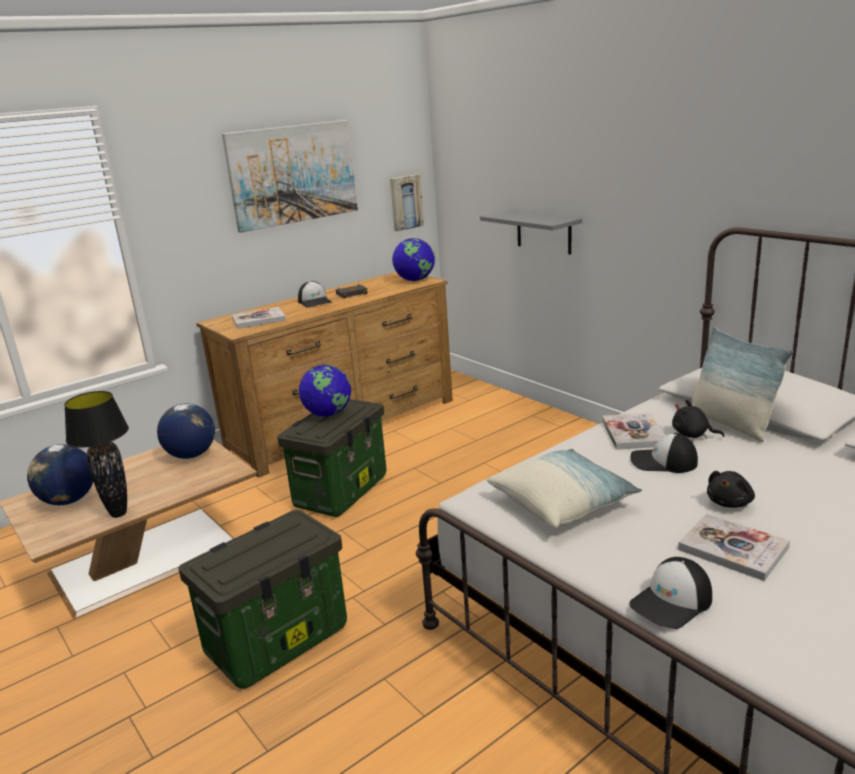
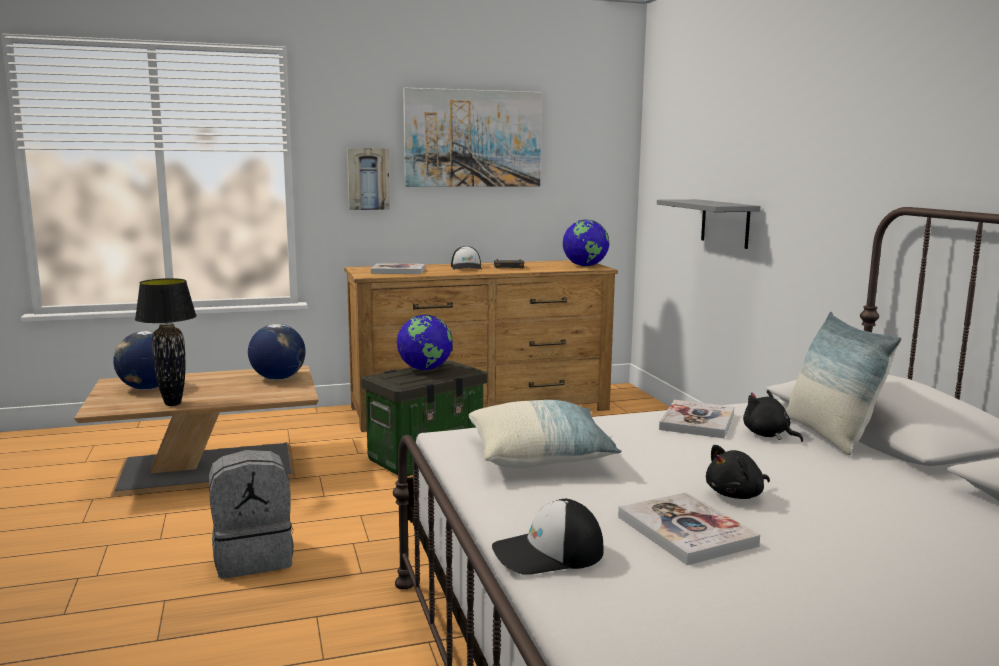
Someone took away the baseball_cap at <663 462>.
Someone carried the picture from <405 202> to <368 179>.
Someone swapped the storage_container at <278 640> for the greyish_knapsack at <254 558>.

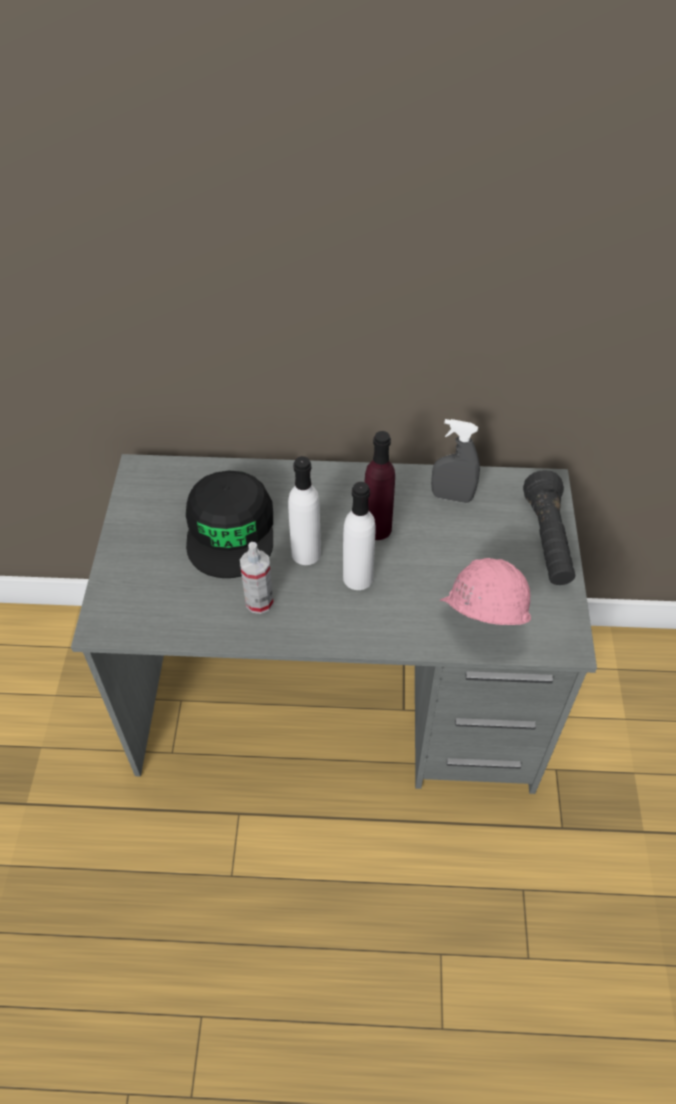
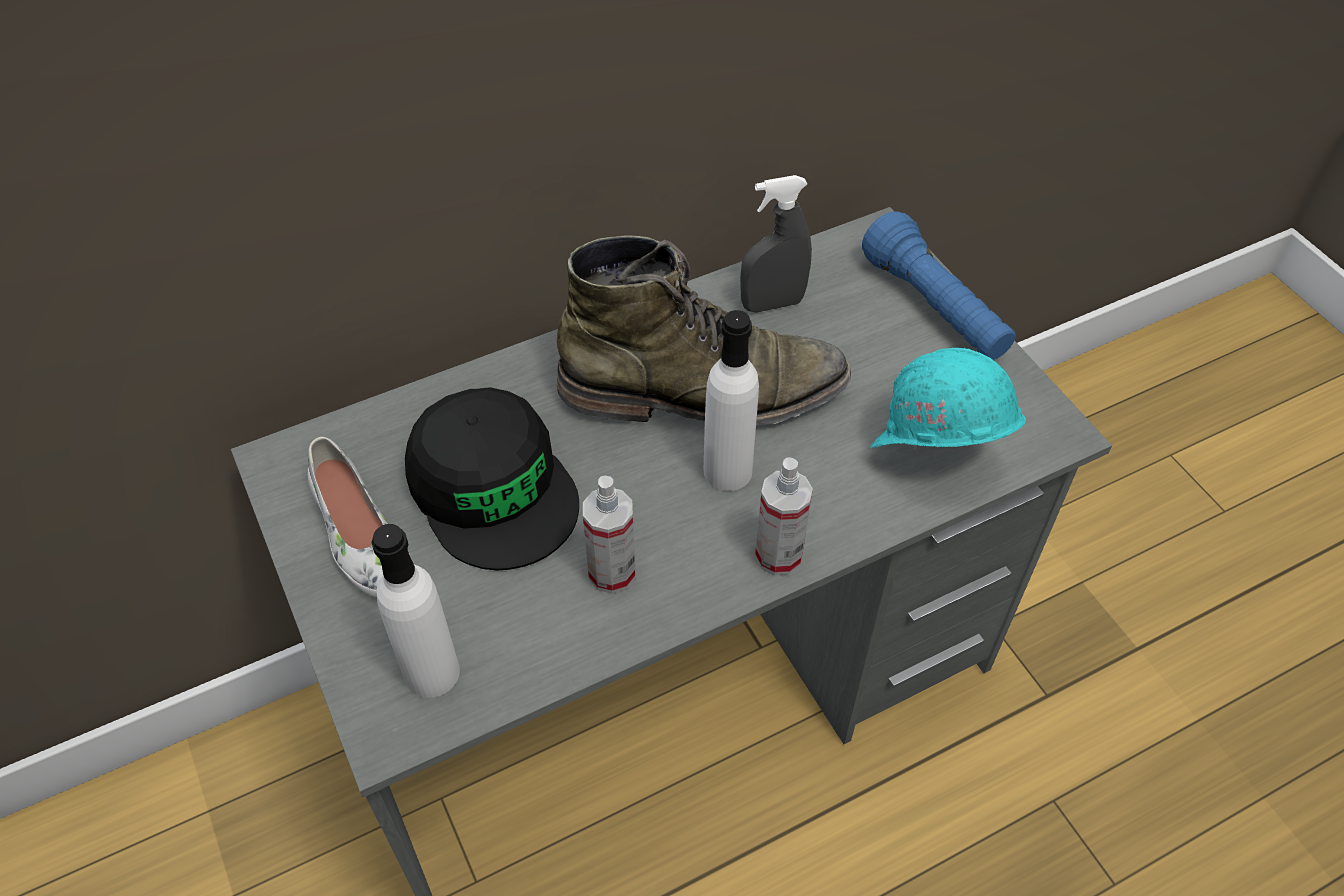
Someone put down the white-coloured_item_of_footwear at <360 537>.
Someone put down the sprayer at <778 555>.
Someone carried the white-coloured_drink_bottle from <306 553> to <432 672>.
Someone swapped the purple-coloured_drink_bottle at <377 528> for the green_boot at <704 391>.
Someone repainted the pinkish_hard_hat at <479 626>, which became the turquoise-coloured_hard_hat at <934 460>.
Someone repainted the blackish_hand_torch at <548 540>, which became the blue_hand_torch at <934 308>.

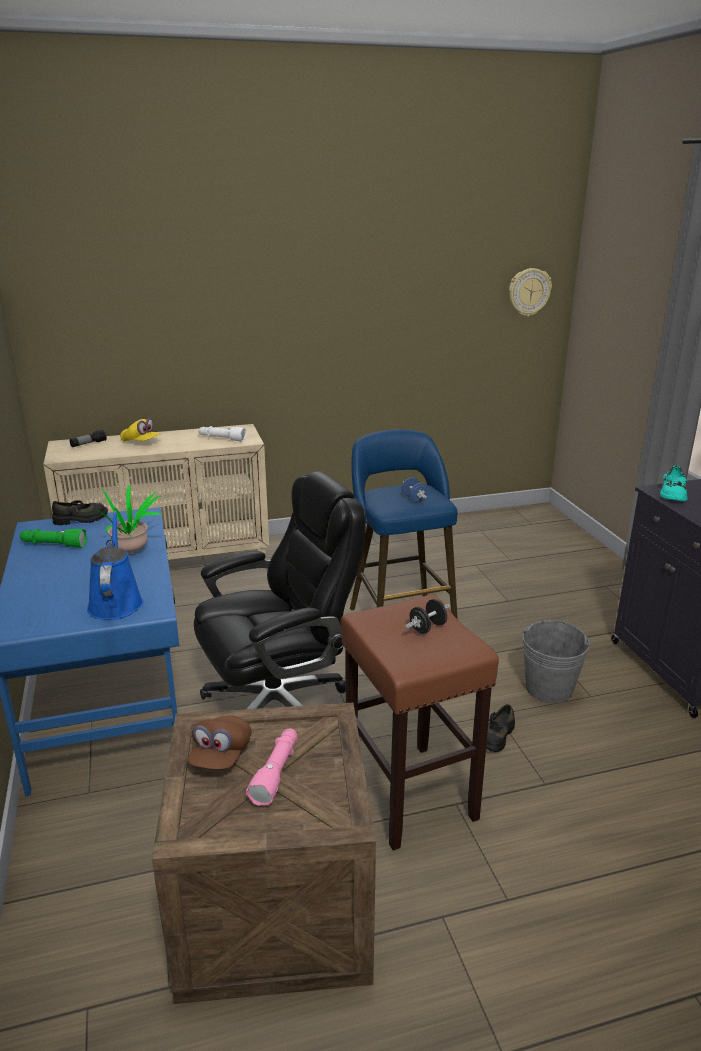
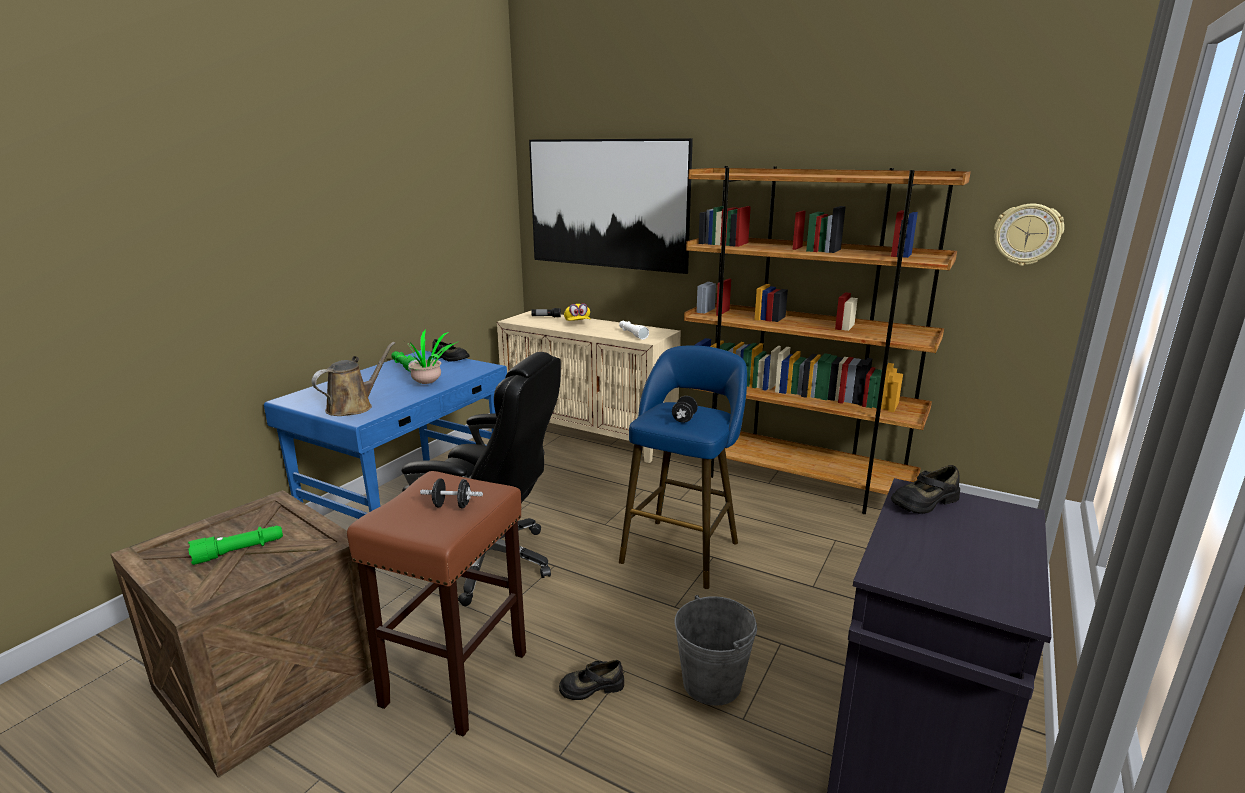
Someone took away the brown_baseball_cap at <221 755>.
Someone put up the picture at <607 204>.
Someone put down the brown_shelving_unit at <793 481>.
Someone repainted the blue_watering_can at <116 602>, which became the brown_watering_can at <353 407>.
Someone repainted the pinkish_hand_torch at <276 772>, which became the green_hand_torch at <239 551>.
Someone repainted the blue_hand_weight at <414 498>, which became the blackish_hand_weight at <684 419>.
Someone repainted the turquoise-coloured_item_of_footwear at <672 494>, which became the blackish_item_of_footwear at <923 502>.

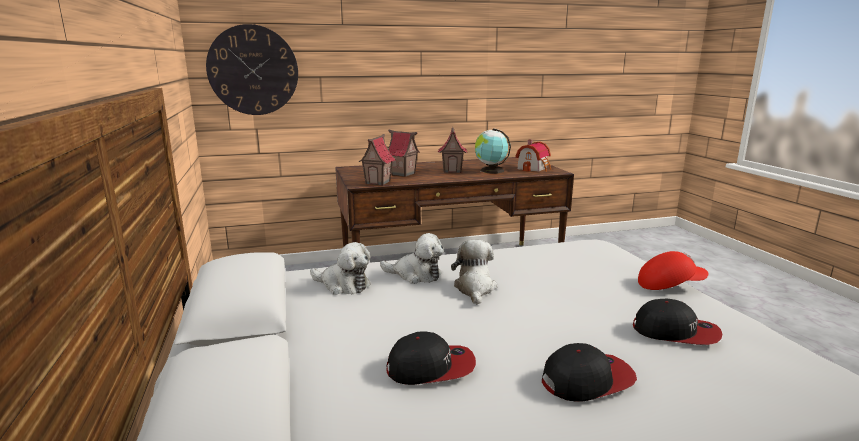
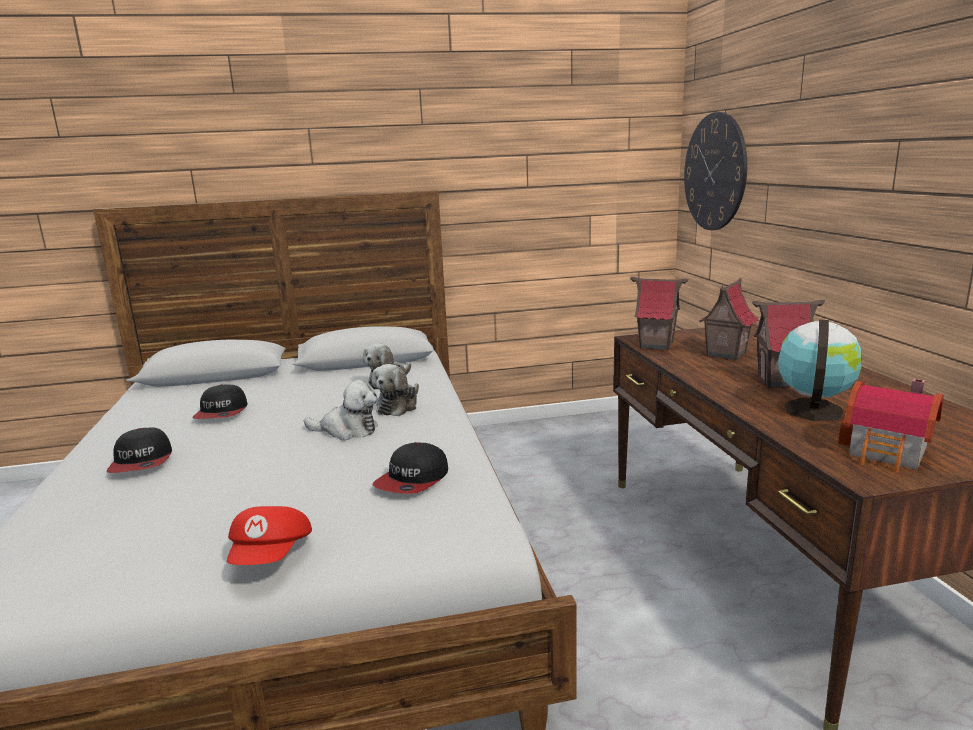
Someone carried the baseball_cap from <675 332> to <413 480>.

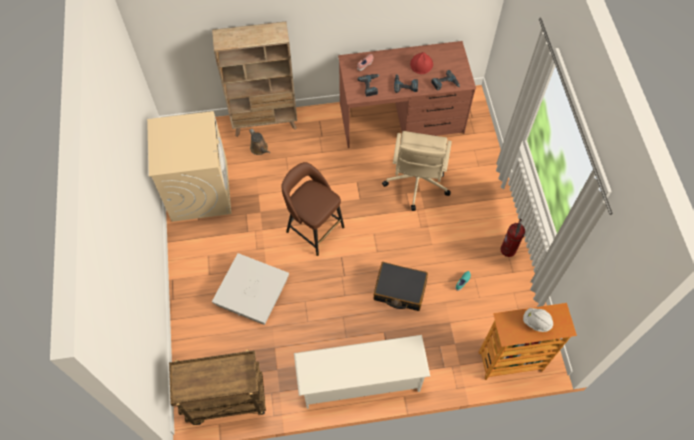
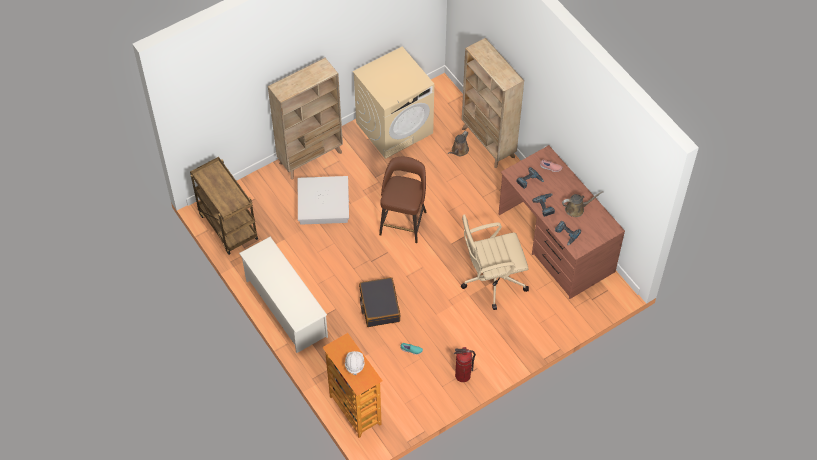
Someone put down the sand-coloured_shelving_unit at <311 157>.
Someone swapped the reddish_hard_hat at <421 64> for the brown_watering_can at <576 209>.

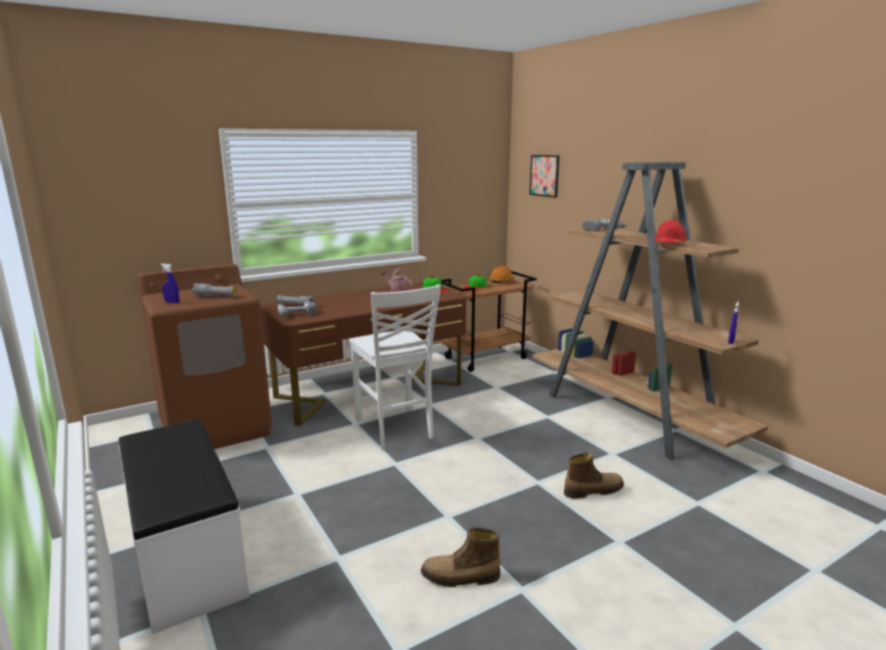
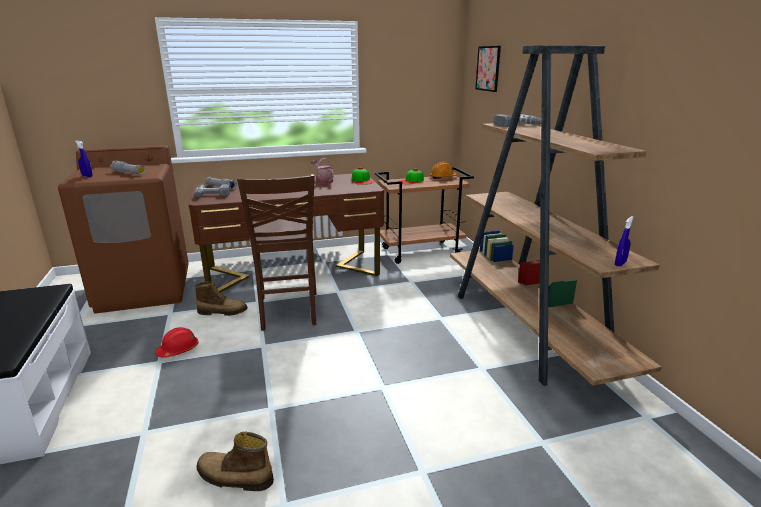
Someone carried the boot from <592 490> to <223 312>.
Someone carried the reddish_hard_hat from <669 243> to <178 350>.
Someone repainted the white-coloured_plain_chair at <395 429>, which became the brown_plain_chair at <288 312>.

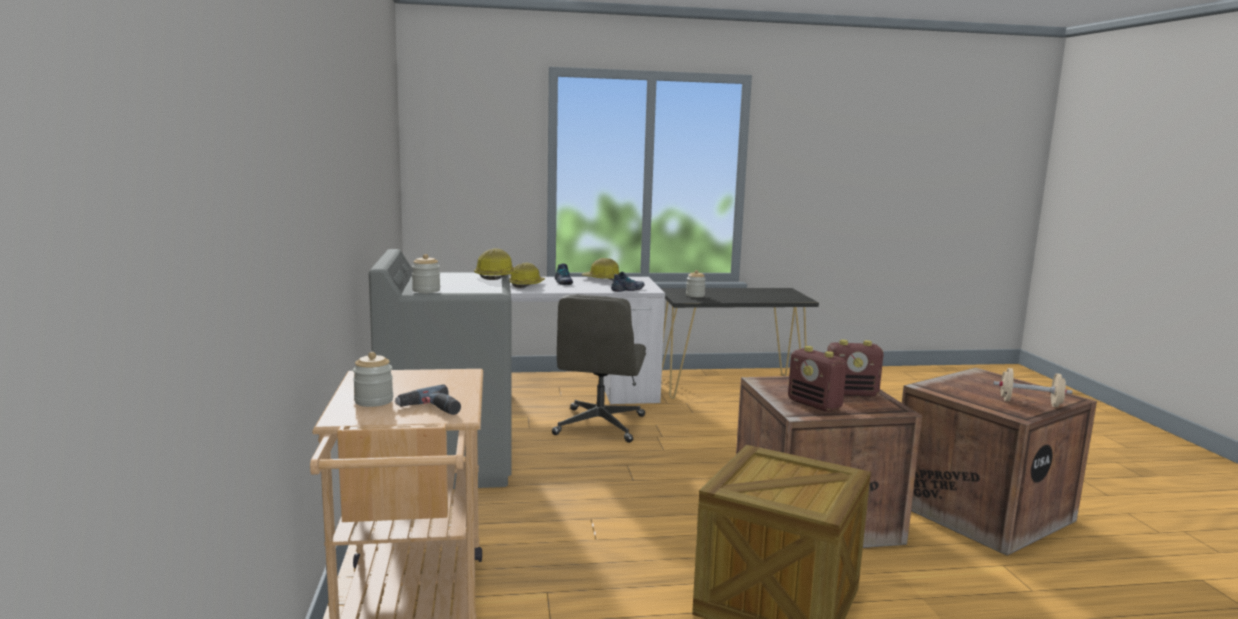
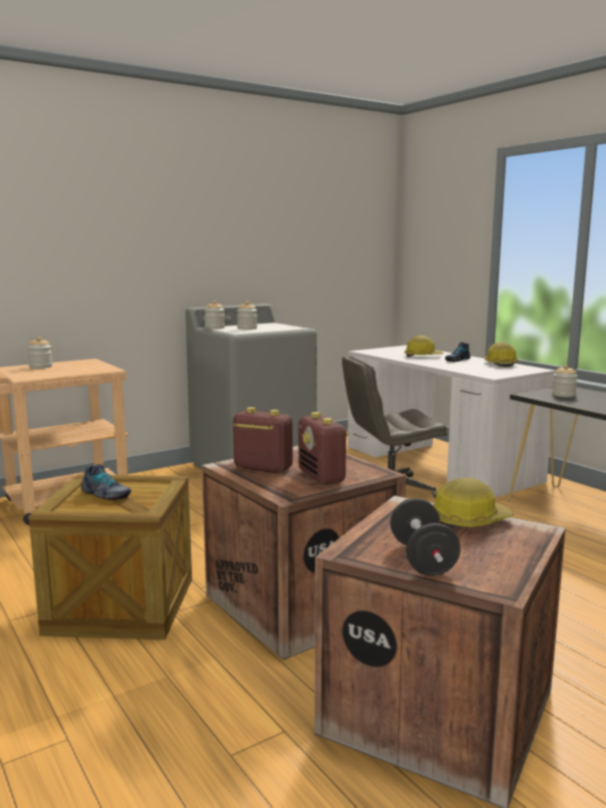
Someone took away the drill at <430 409>.
Someone put down the storage_jar at <247 328>.
Someone carried the hard_hat from <495 276> to <469 520>.
Someone carried the item_of_footwear from <628 289> to <105 494>.
Someone repainted the sand-coloured_hand_weight at <1029 403>, which became the blackish_hand_weight at <422 559>.
Someone rotated the radio_receiver at <815 404> by 90 degrees clockwise.

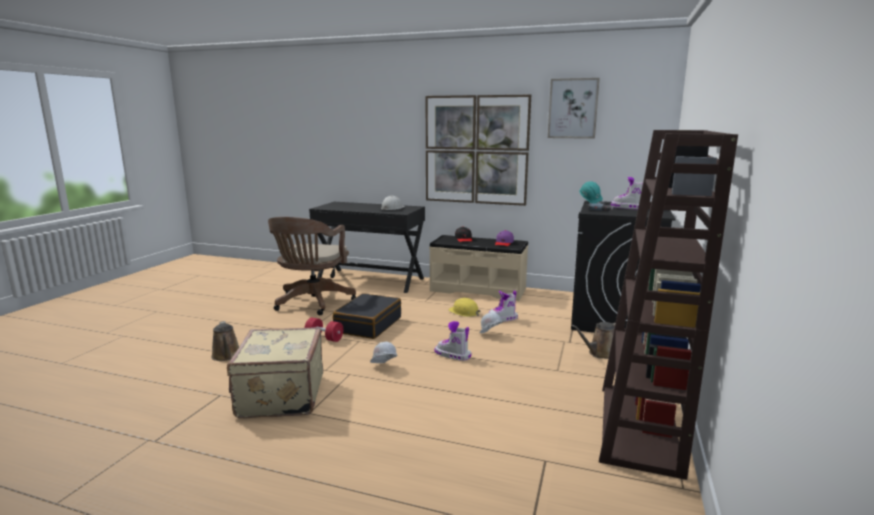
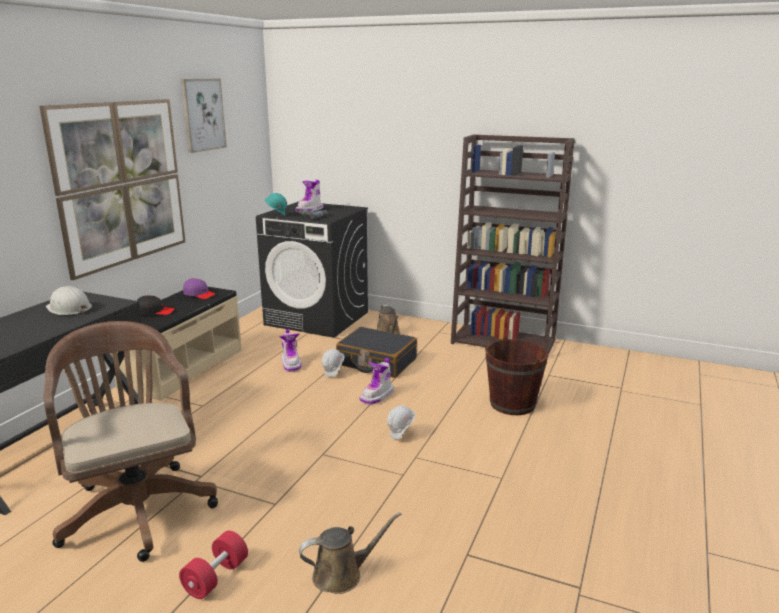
Someone took away the sand-coloured_travel_case at <279 396>.
Someone took away the yellowish_hard_hat at <464 312>.
Someone put down the brown_bucket at <512 404>.
Someone carried the reddish_hand_weight from <324 338> to <216 577>.
Someone carried the blackish_travel_case from <368 325> to <376 362>.
Someone rotated the brown_desk_chair at <312 303> by 135 degrees counterclockwise.

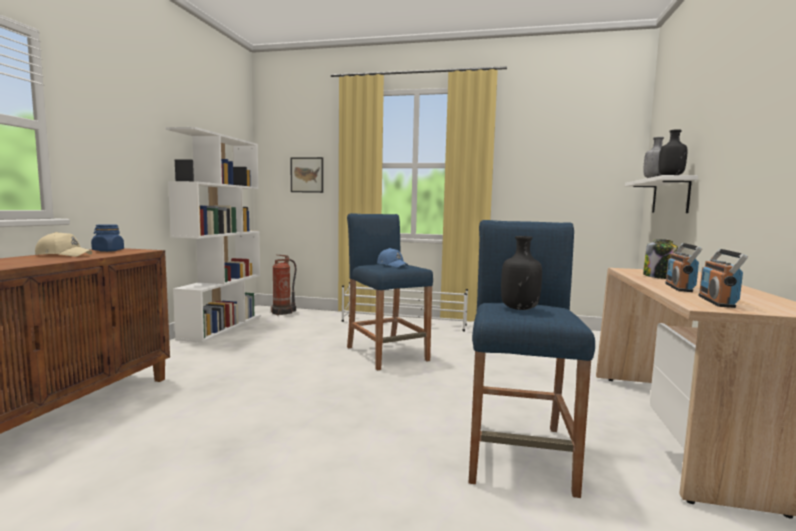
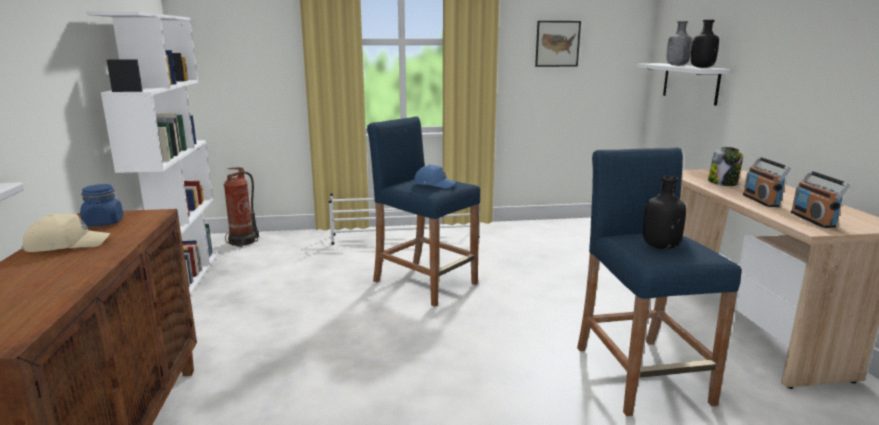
Someone carried the picture from <307 175> to <557 43>.

